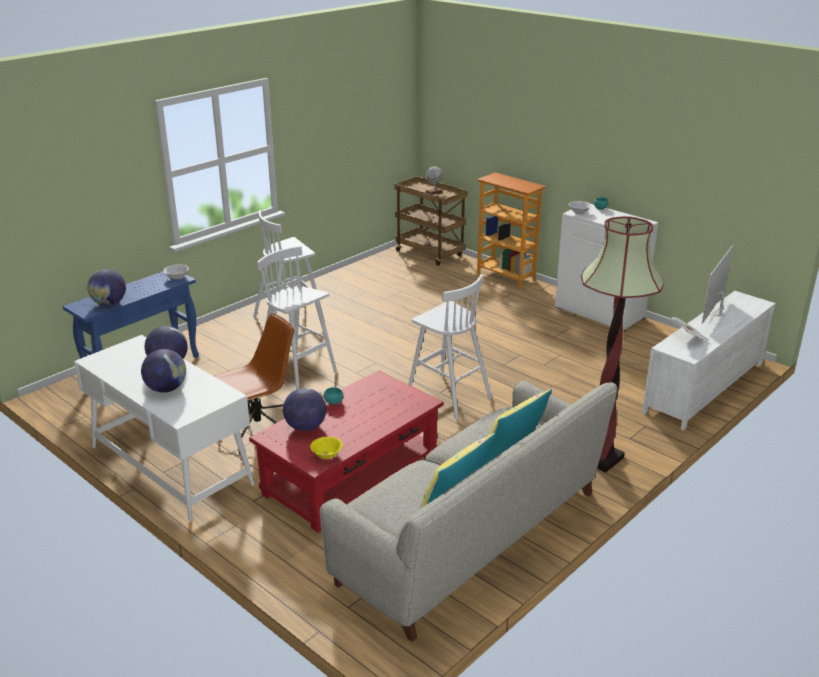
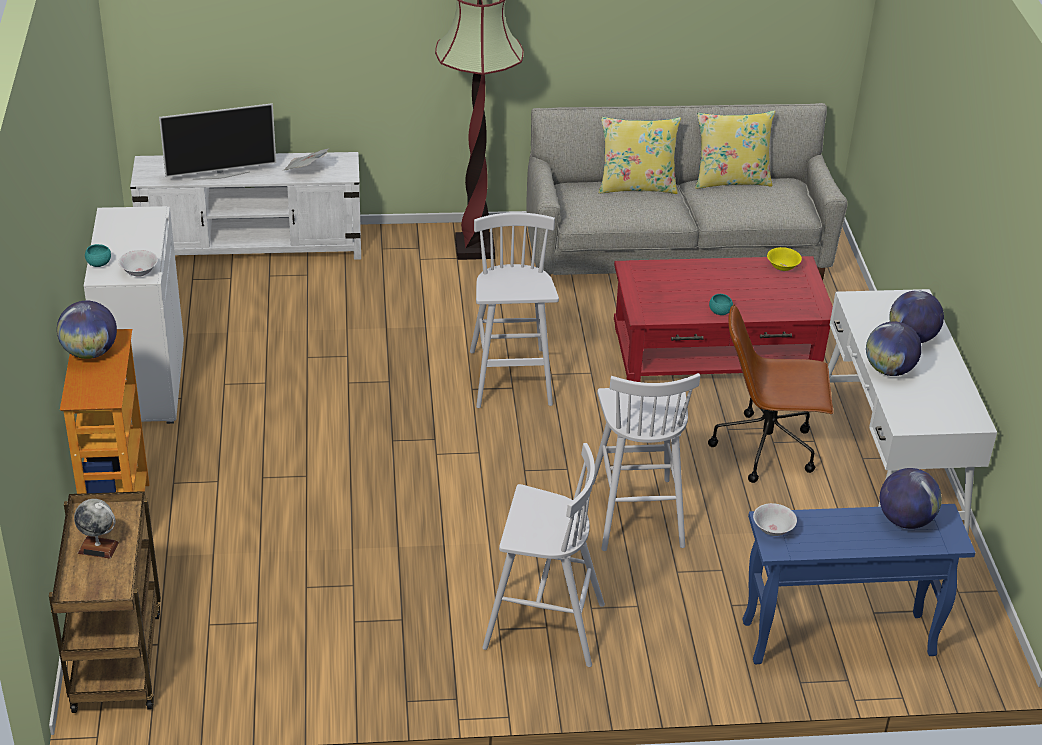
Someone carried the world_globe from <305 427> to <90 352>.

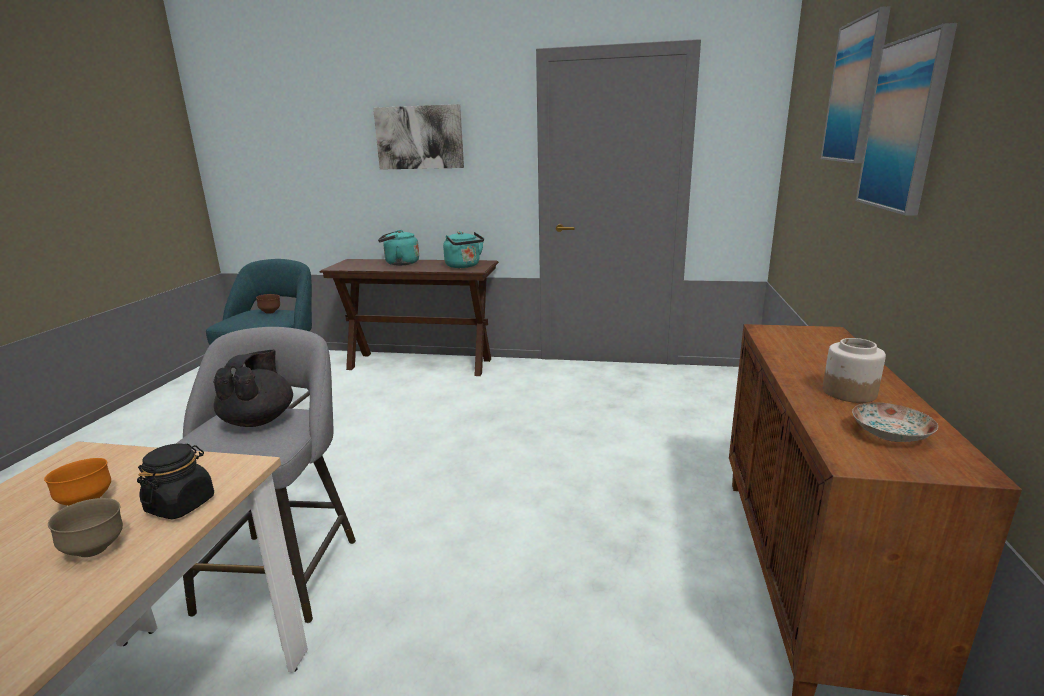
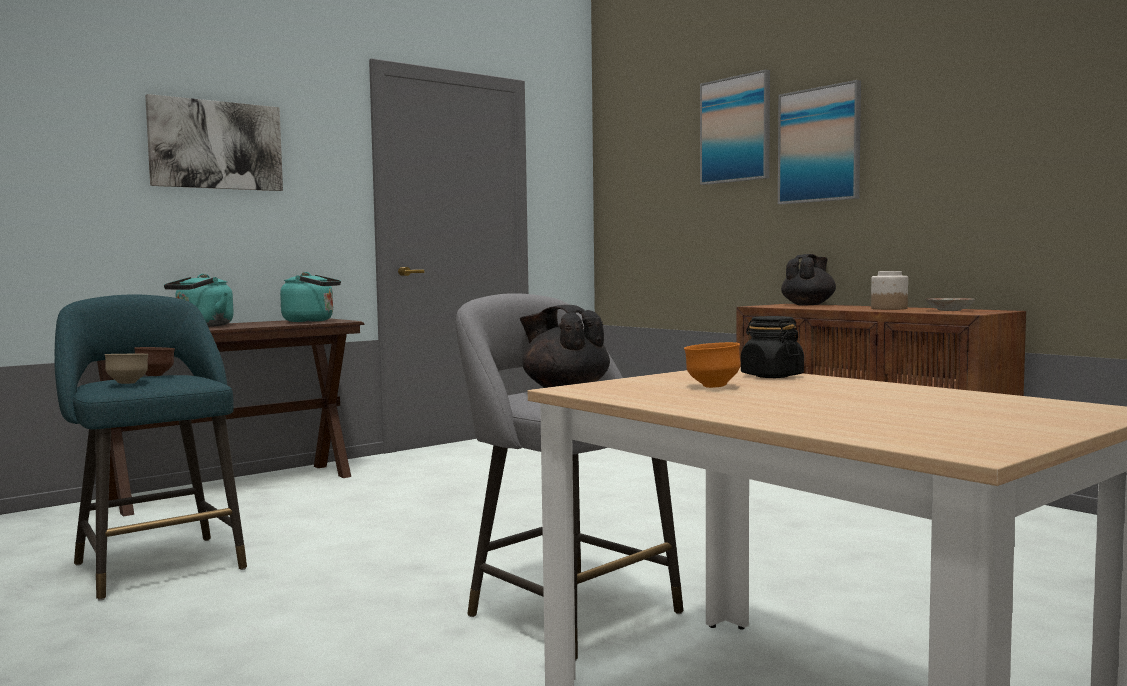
Someone put down the blackish_tea_pot at <808 305>.
Someone carried the brown_serving_bowl from <96 550> to <128 383>.

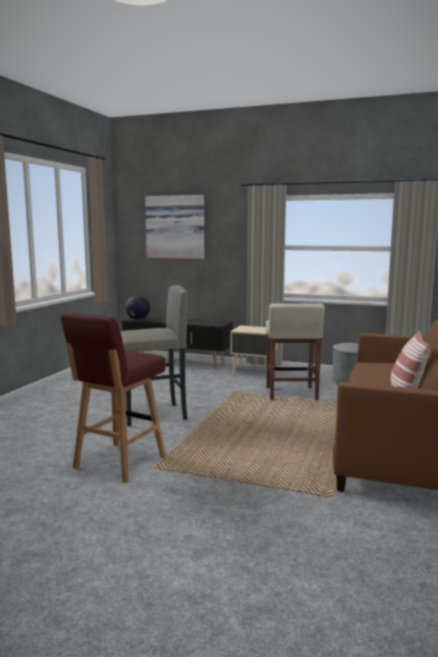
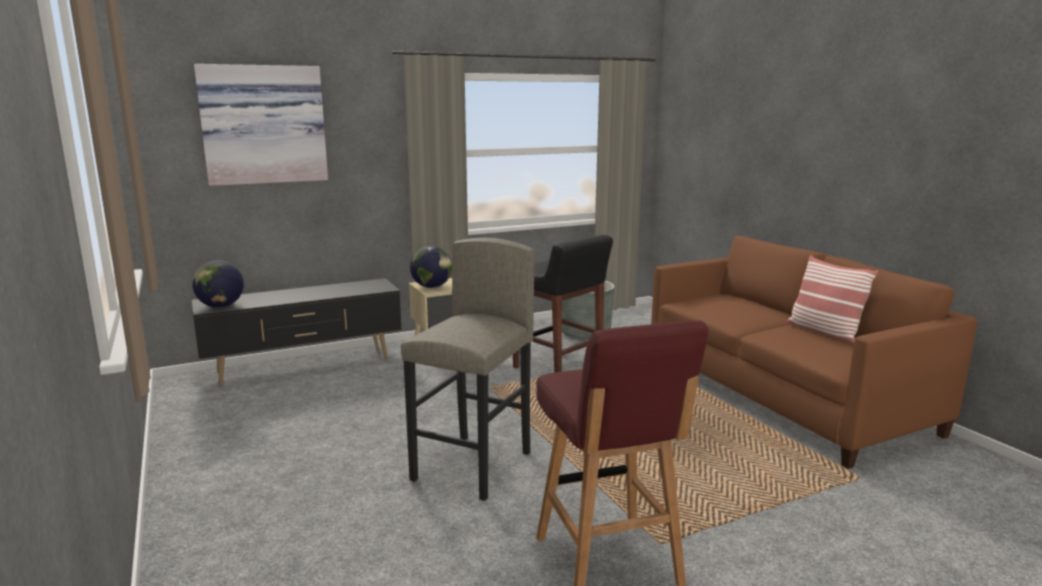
Someone put down the world_globe at <432 287>.
Someone repainted the sand-coloured_stool at <291 394>, which became the blackish_stool at <558 368>.

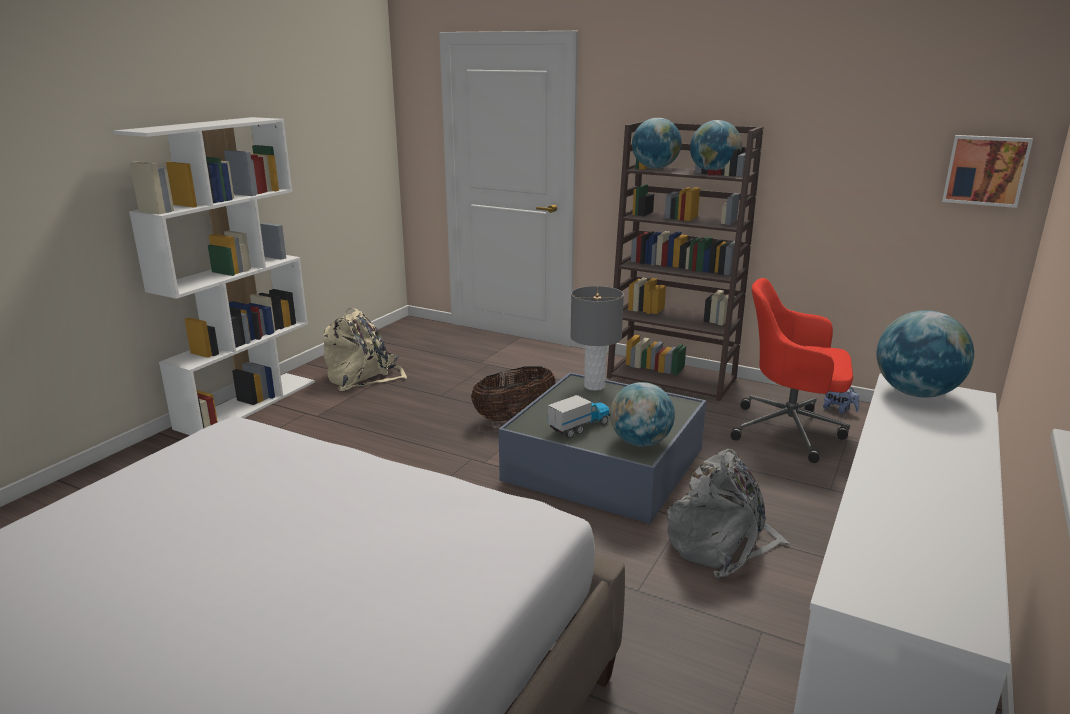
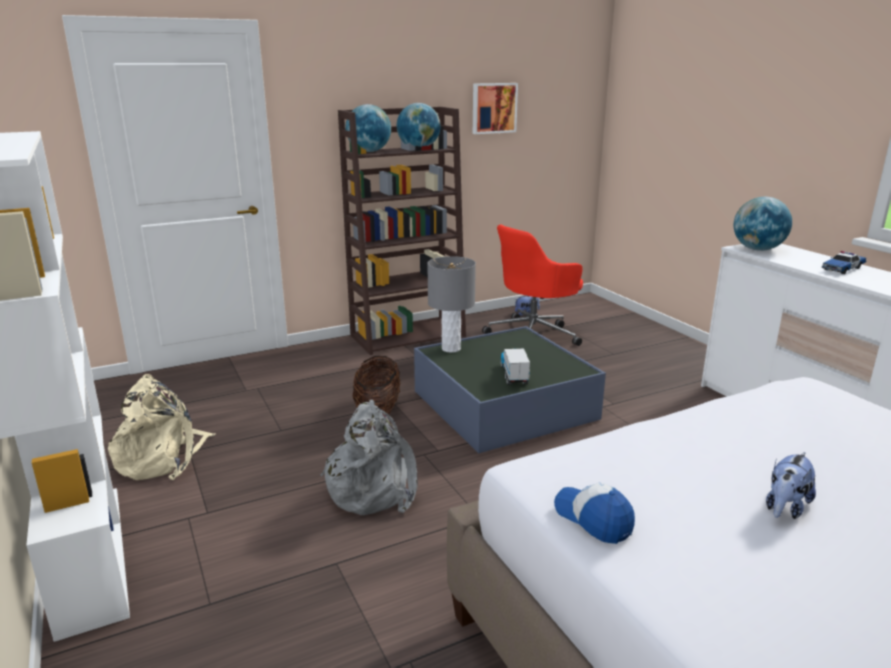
Someone took away the world_globe at <640 442>.
Someone put down the baseball_cap at <593 519>.
Someone put down the soft_toy at <785 508>.
Someone put down the miniature_car at <842 269>.
Someone carried the greyish_knapsack from <721 544> to <373 488>.
Someone carried the picture from <985 170> to <493 108>.

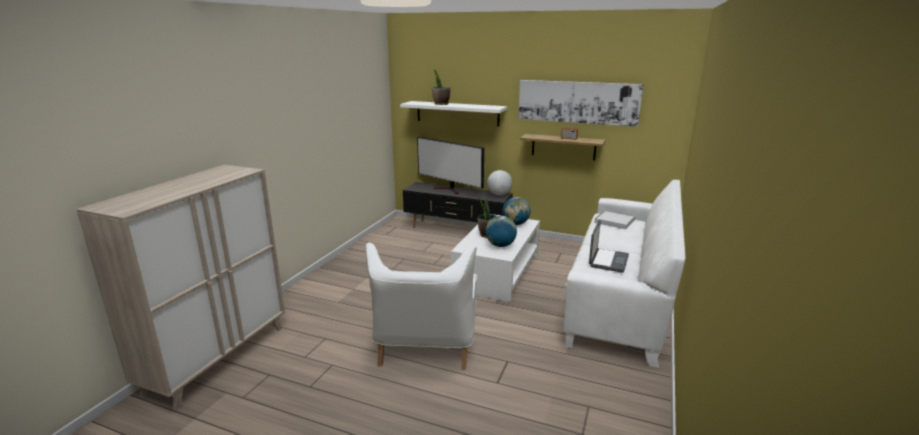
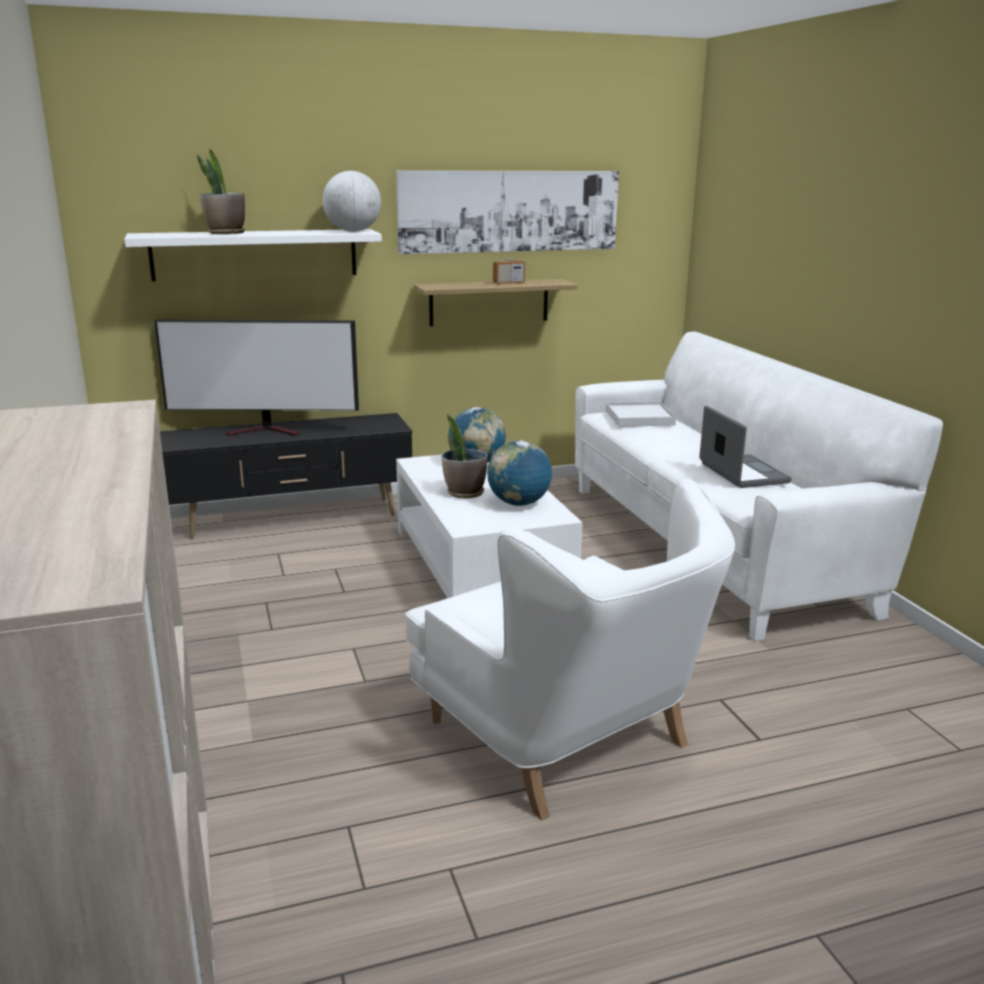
Someone carried the world_globe from <499 194> to <353 231>.

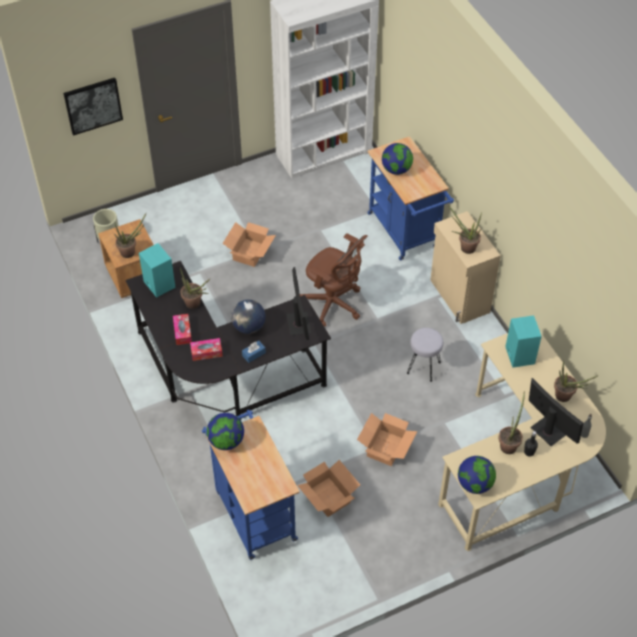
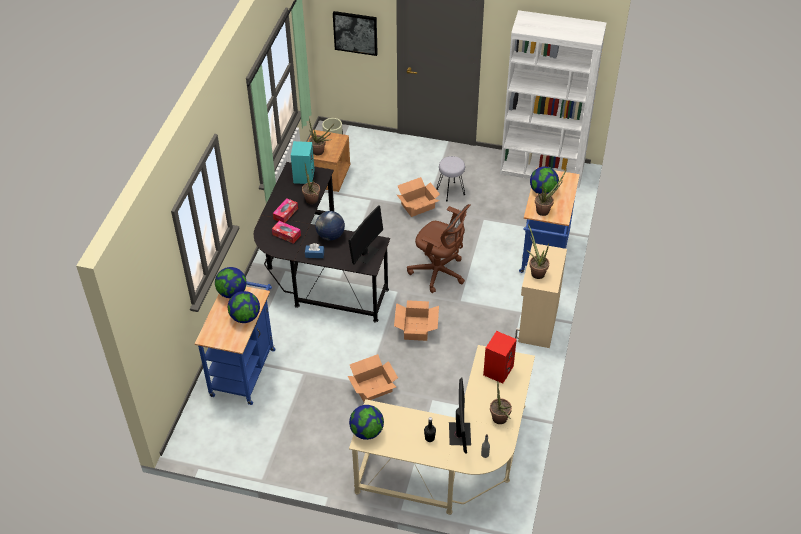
Someone put down the world_globe at <245 317>.
Someone carried the cardboard_box from <328 497> to <416 329>.
Someone carried the greyish_stool from <424 367> to <451 191>.
Someone carried the houseplant from <509 444> to <545 210>.
Someone repainted the turquoise-coloured_loudspeaker at <519 355>, which became the reddish_loudspeaker at <498 370>.
Someone rotated the brown_desk_chair at <333 304> by 45 degrees counterclockwise.

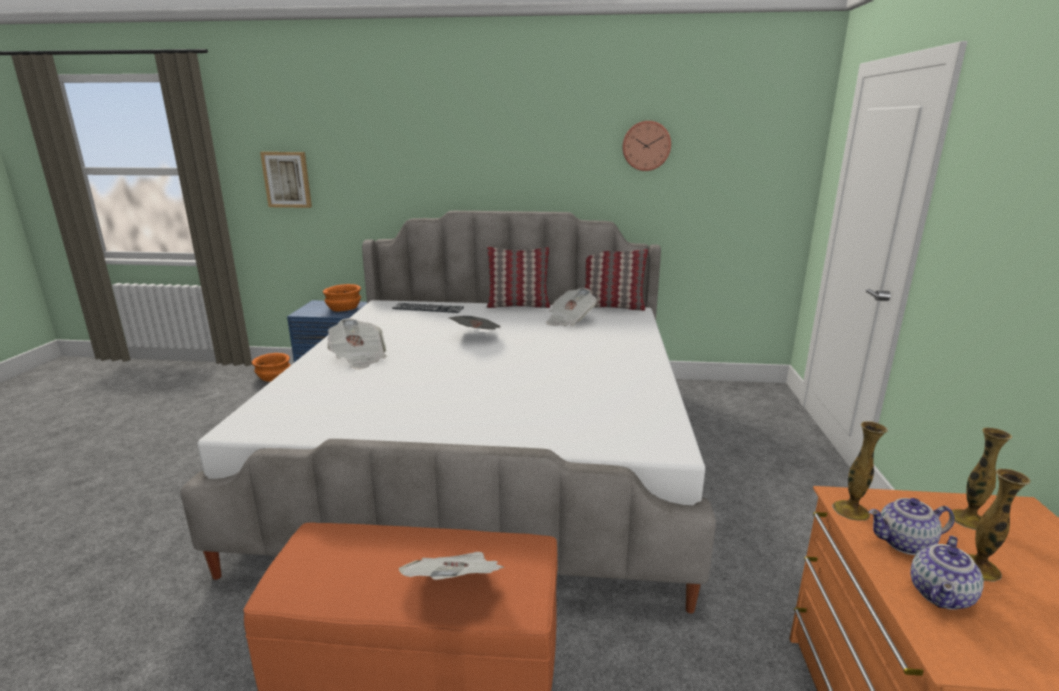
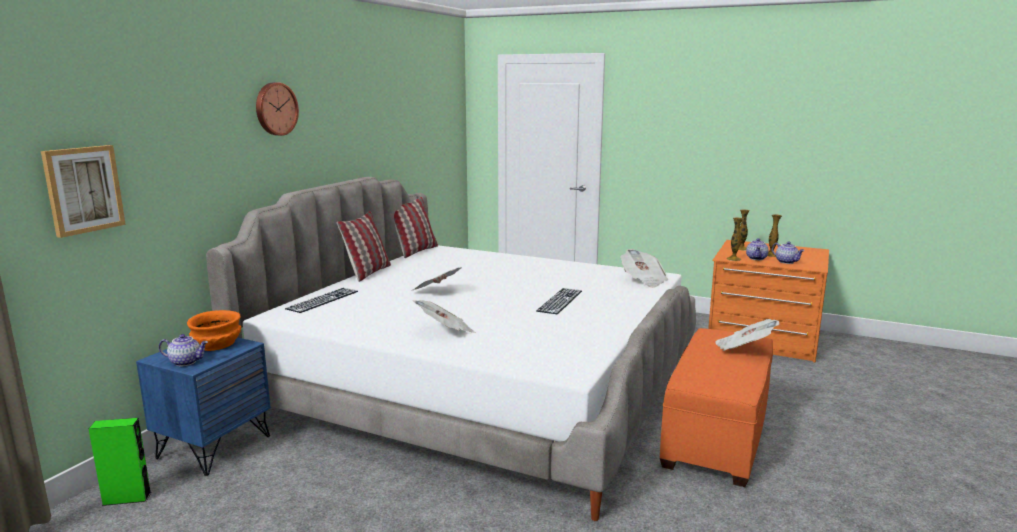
Someone put down the tea_pot at <186 362>.
Someone put down the computer_keyboard at <560 301>.
Someone carried the newspaper from <569 320> to <643 280>.
Someone carried the wall_clock from <646 146> to <275 109>.
Someone swapped the orange-coloured_serving_bowl at <274 376> for the green_loudspeaker at <127 498>.

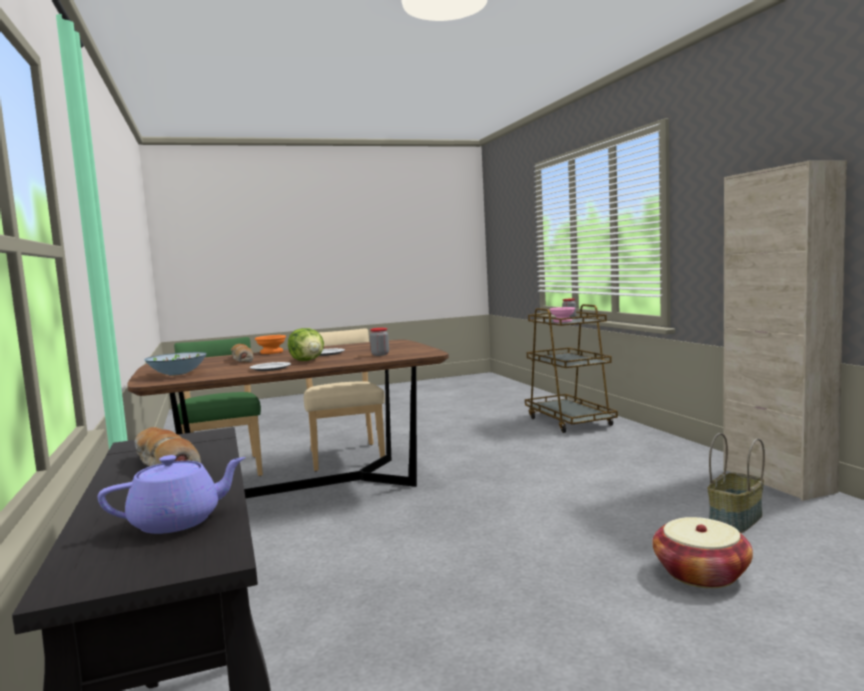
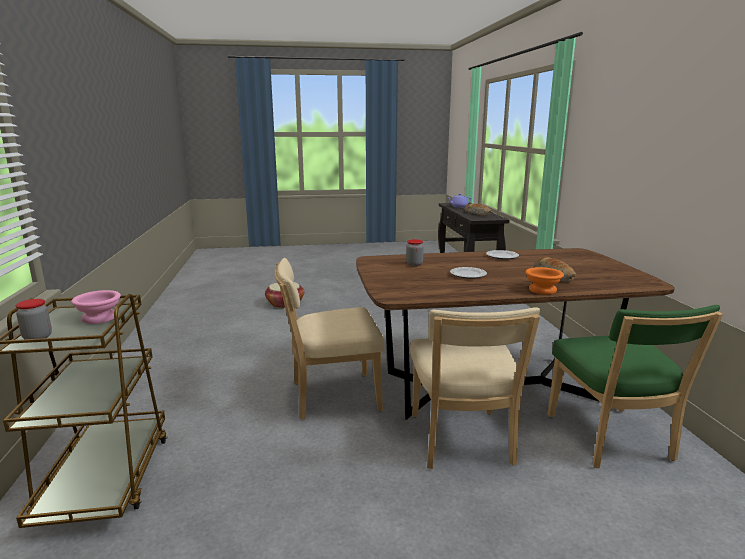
Someone took away the serving_bowl at <178 374>.
Someone took away the head_of_lettuce at <308 360>.
Someone took away the basket at <736 520>.
Someone took away the sand-coloured_cabinet at <777 481>.
Someone put down the sand-coloured_plain_chair at <330 396>.

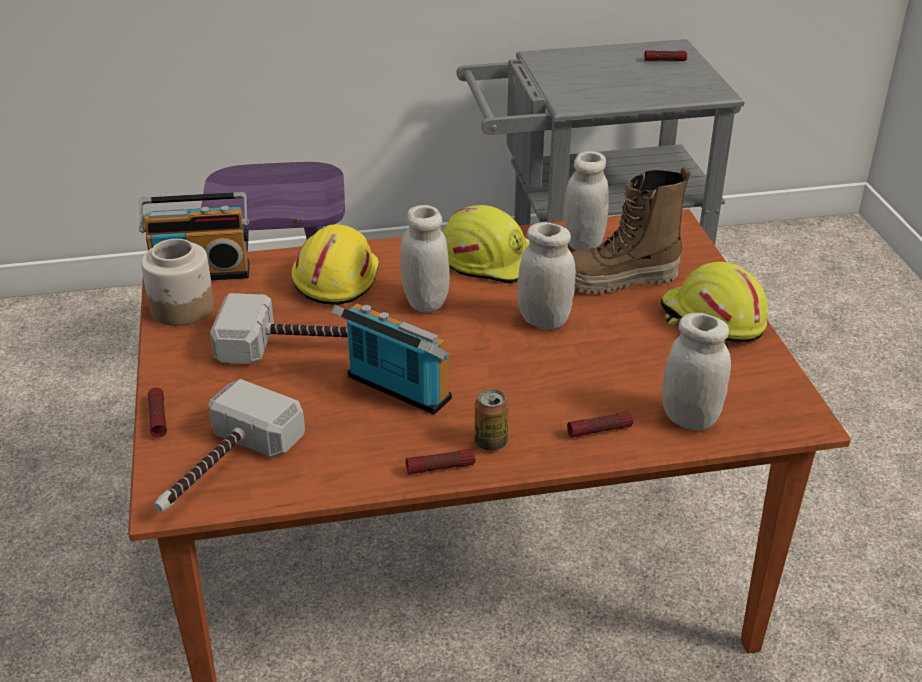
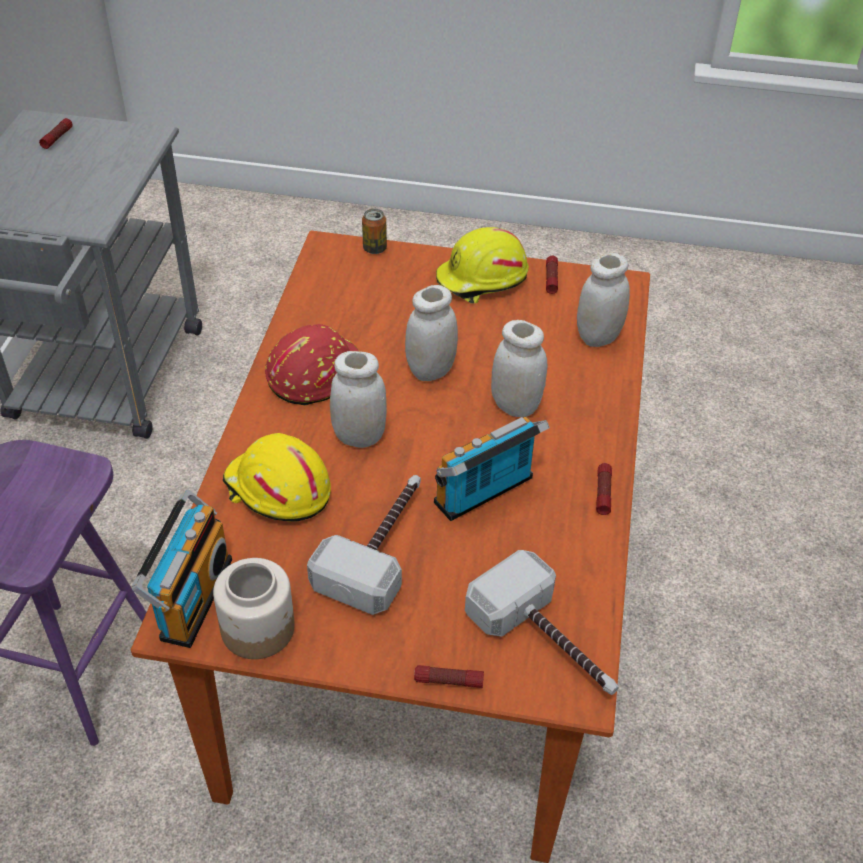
Someone took away the boot at <618 281>.
Someone carried the can from <491 442> to <374 248>.
Someone carried the white-coloured_storage_jar from <583 243> to <515 406>.
Someone carried the hand_torch from <599 430> to <551 279>.
Someone repainted the yellowish_hard_hat at <490 260>, which became the reddish_hard_hat at <314 373>.

